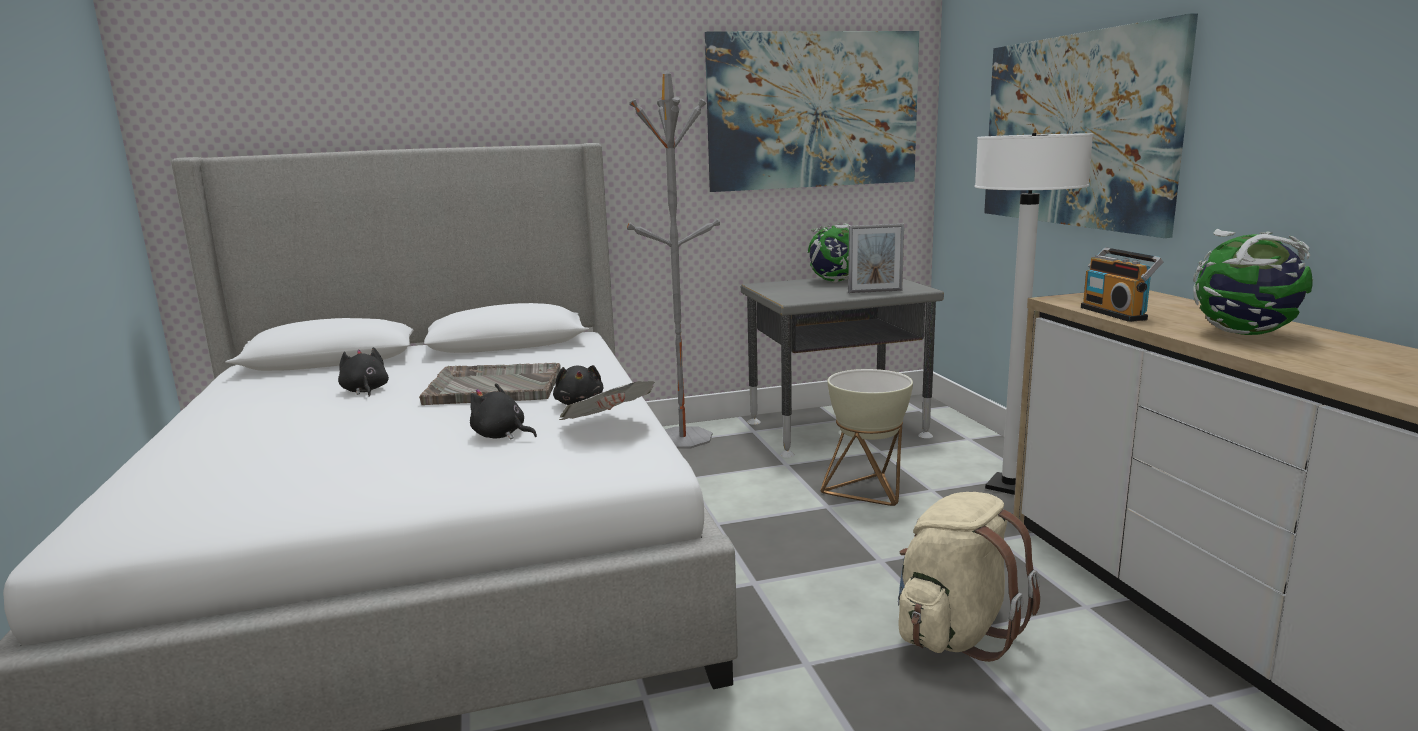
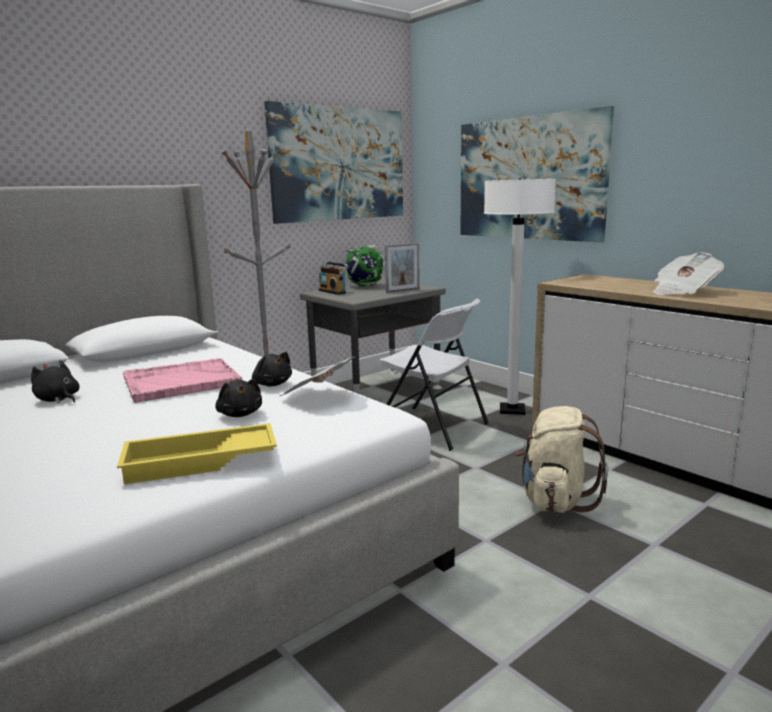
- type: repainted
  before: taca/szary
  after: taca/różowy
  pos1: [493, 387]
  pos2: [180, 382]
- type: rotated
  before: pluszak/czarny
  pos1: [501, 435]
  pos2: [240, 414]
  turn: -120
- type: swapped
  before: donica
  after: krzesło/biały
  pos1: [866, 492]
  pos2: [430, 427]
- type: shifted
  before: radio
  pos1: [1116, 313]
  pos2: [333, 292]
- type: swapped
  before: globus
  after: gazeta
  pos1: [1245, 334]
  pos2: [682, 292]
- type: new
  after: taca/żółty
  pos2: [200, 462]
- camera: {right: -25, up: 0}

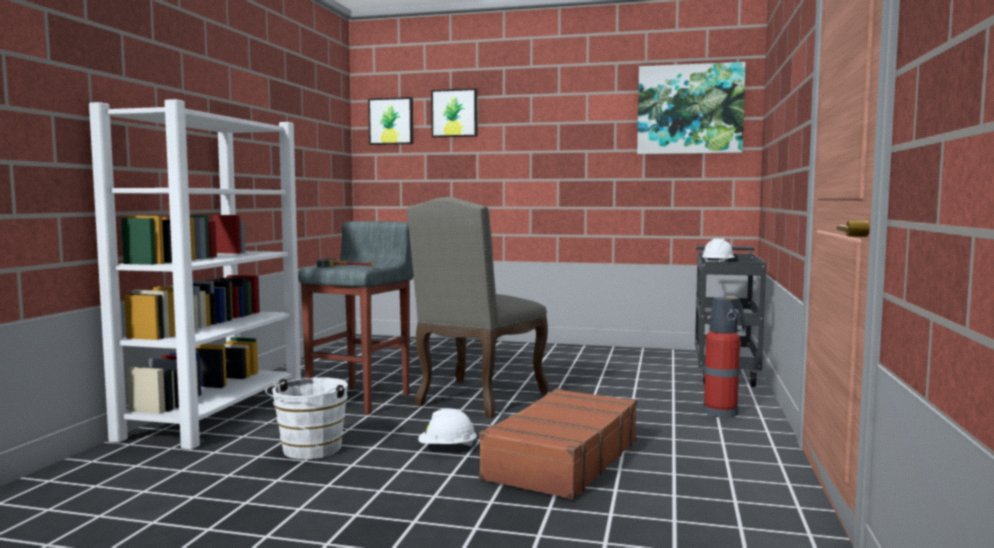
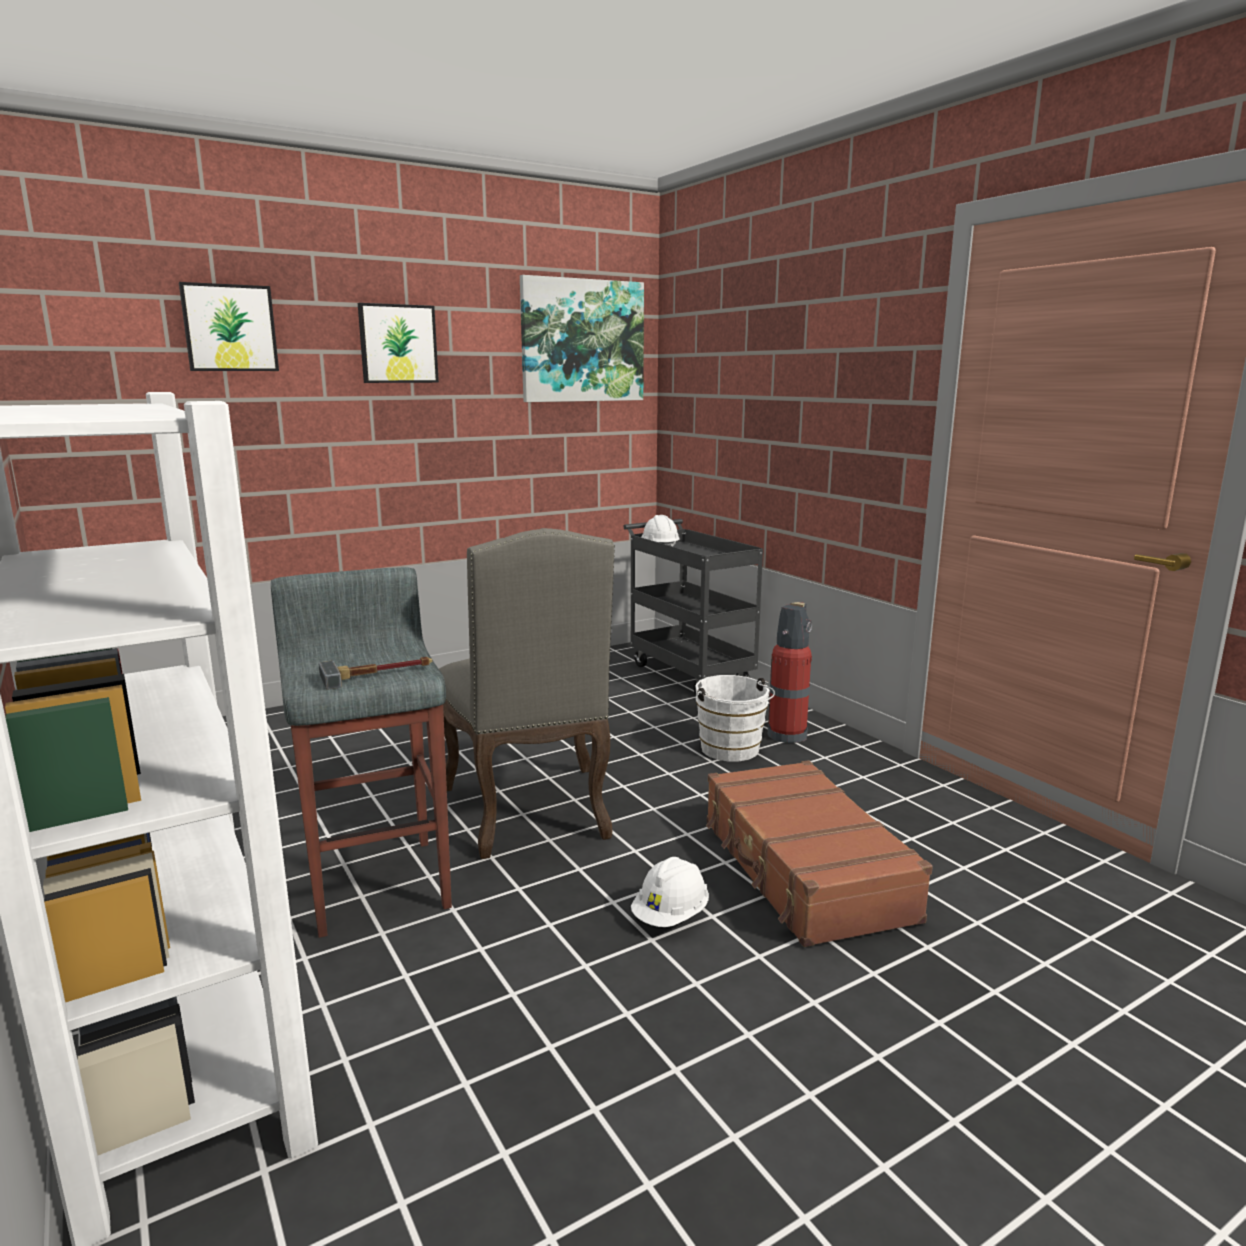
- type: shifted
  before: wiadro/biały
  pos1: [308, 450]
  pos2: [732, 751]
- type: shifted
  before: obraz
  pos1: [391, 121]
  pos2: [398, 344]
- camera: {right: -45, up: 10}

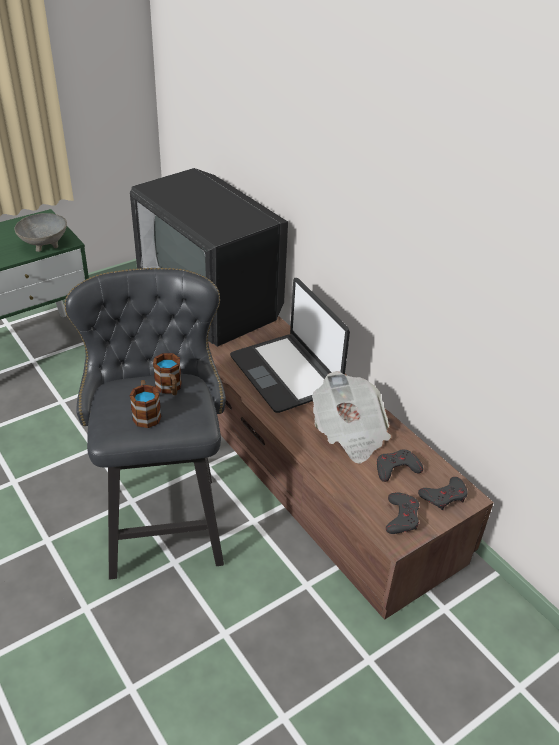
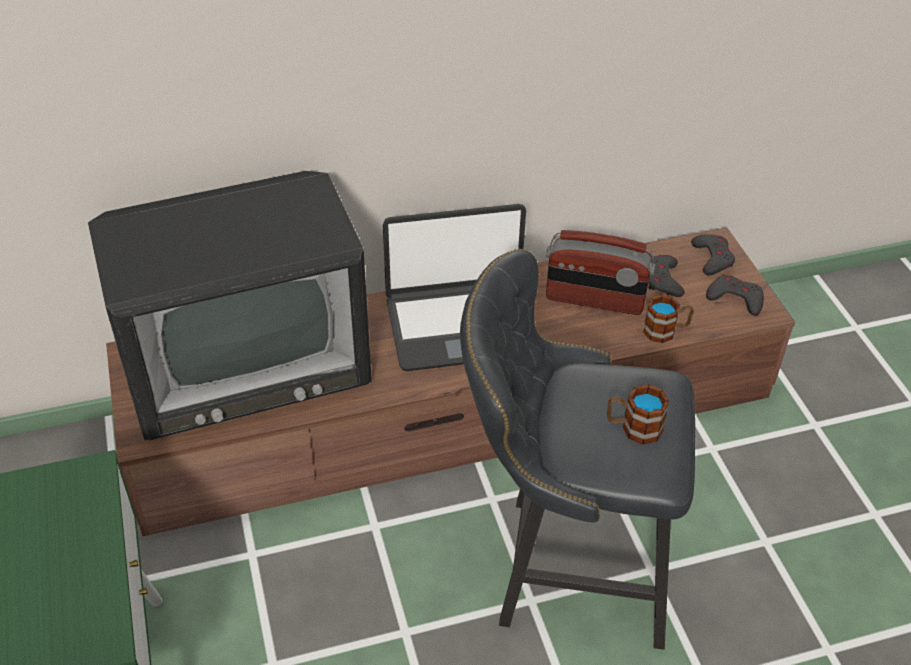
- type: gone
  before: miska/szary
  pos1: [44, 244]
- type: shifted
  before: kubek
  pos1: [170, 388]
  pos2: [666, 331]
- type: swapped
  before: gazeta
  after: radio
  pos1: [349, 433]
  pos2: [594, 300]
- camera: {right: -70, up: 5}

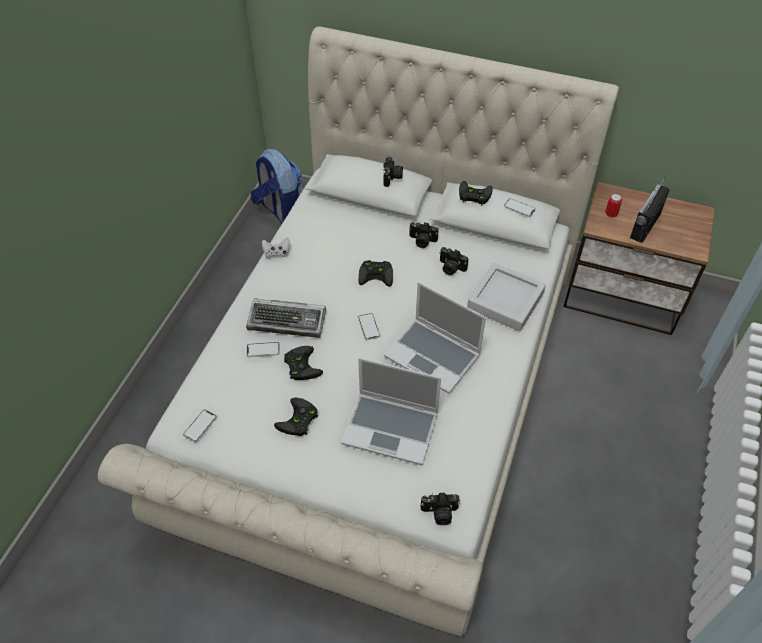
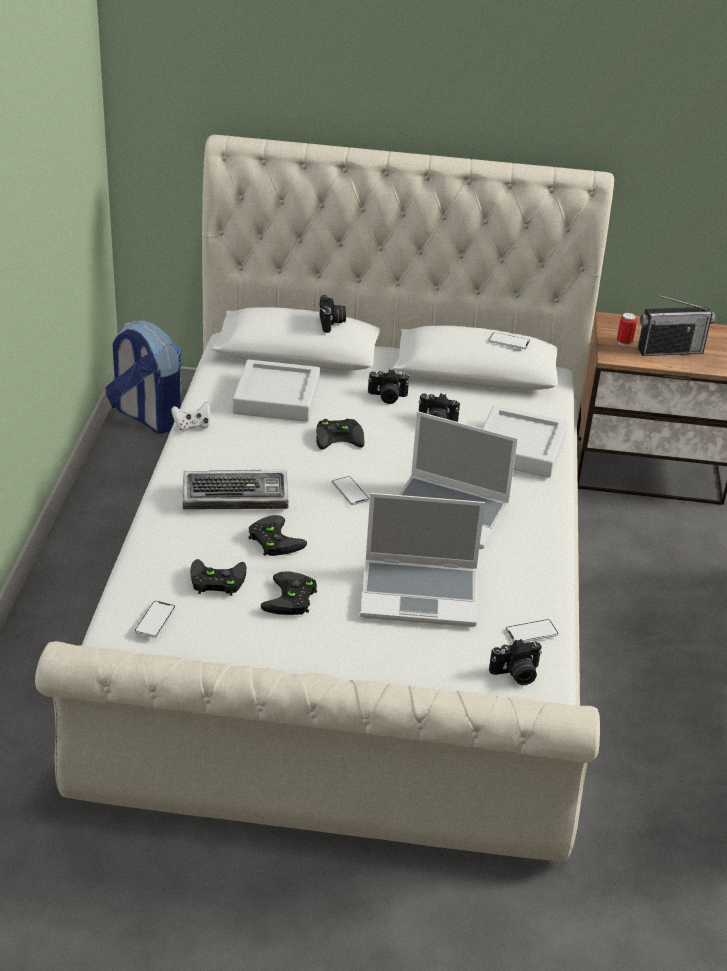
- type: shifted
  before: telefon
  pos1: [263, 350]
  pos2: [531, 632]
- type: shifted
  before: pad do gier/czarny
  pos1: [473, 195]
  pos2: [215, 581]
- type: rotated
  before: radio
  pos1: [645, 226]
  pos2: [670, 350]
  turn: -120
- type: new
  after: taca/szary
  pos2: [276, 398]
- camera: {right: -15, up: -15}

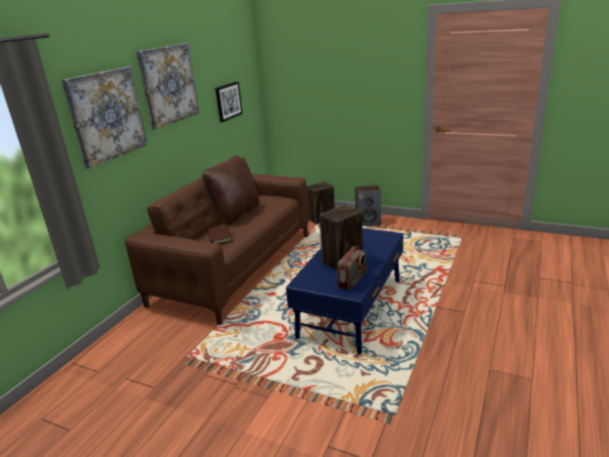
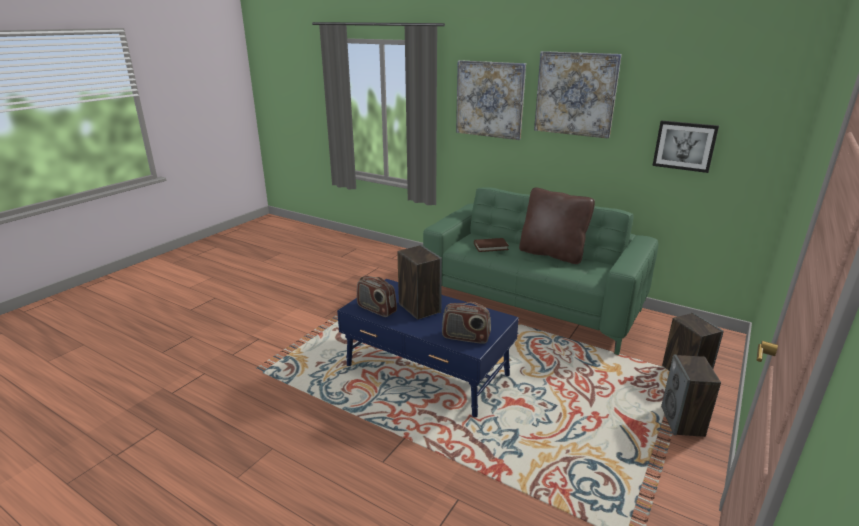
- type: repainted
  before: kanapa/brązowy
  after: kanapa/zielony
  pos1: [235, 267]
  pos2: [532, 304]
- type: new
  after: radio
  pos2: [465, 337]
- camera: {right: 95, up: 0}

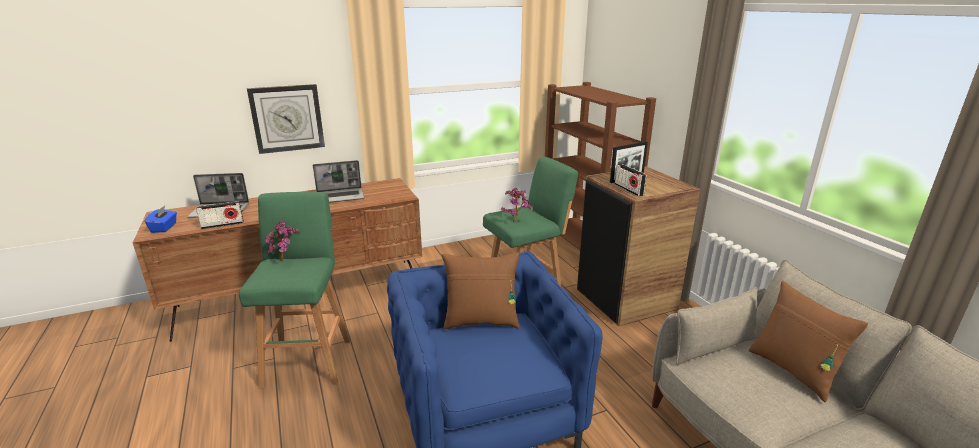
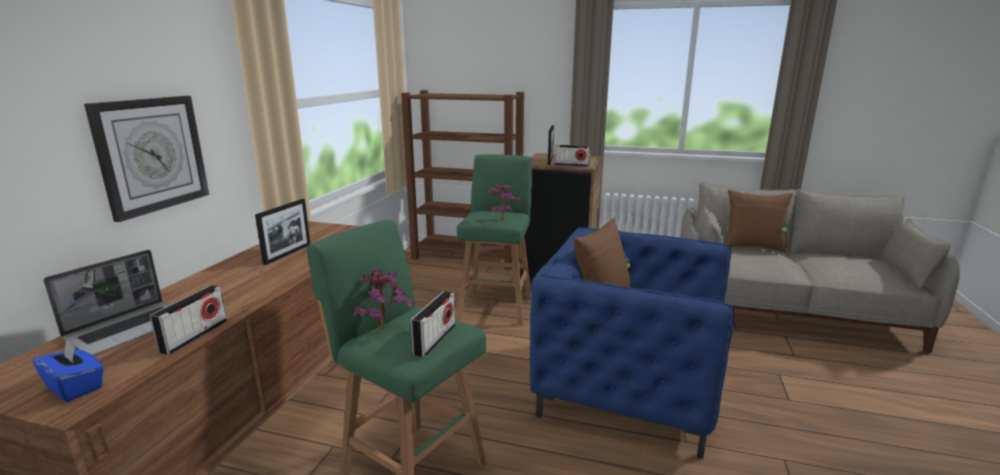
- type: swapped
  before: laptop
  after: ramka na zdjęcie
  pos1: [341, 196]
  pos2: [287, 254]
- type: new
  after: radio
  pos2: [435, 339]
- camera: {right: -50, up: -5}

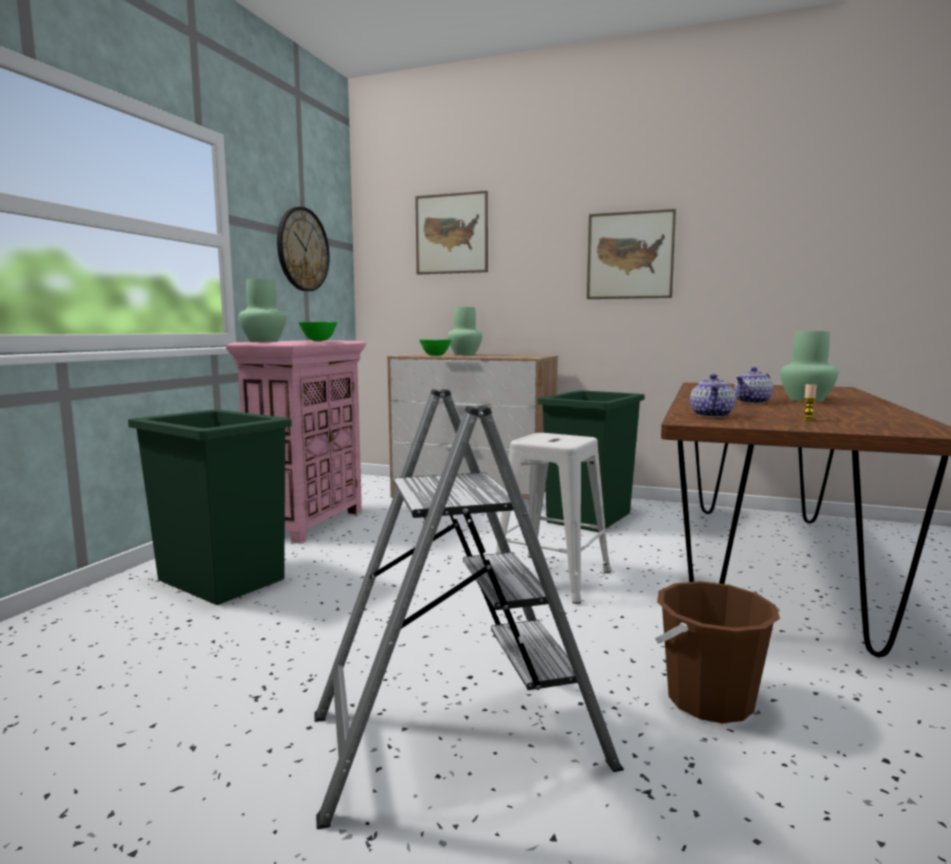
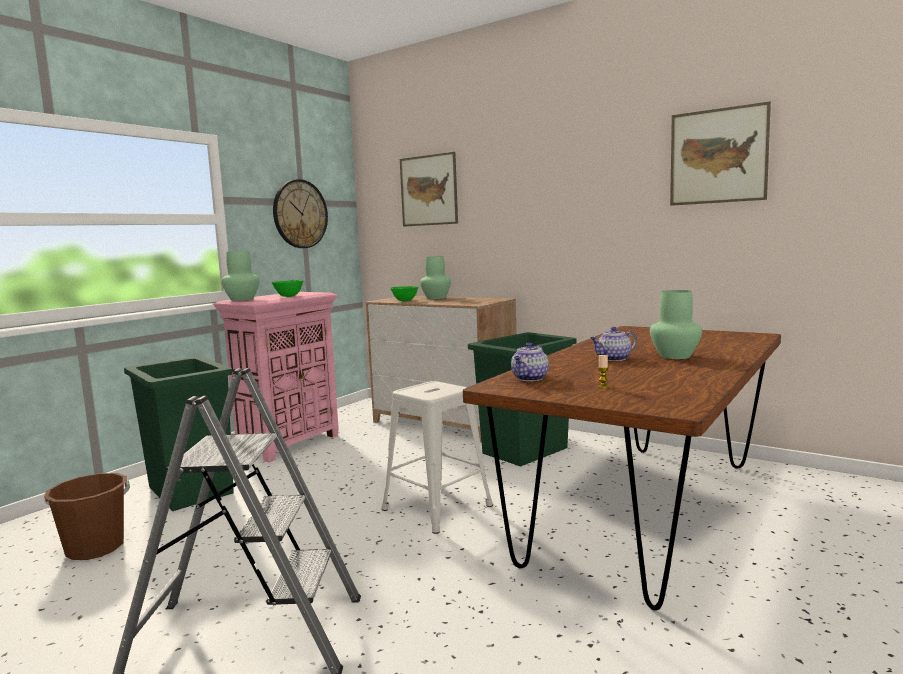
- type: shifted
  before: obraz
  pos1: [630, 255]
  pos2: [718, 156]
- type: shifted
  before: wiadro/brązowy
  pos1: [709, 700]
  pos2: [95, 548]
- camera: {right: 15, up: 0}

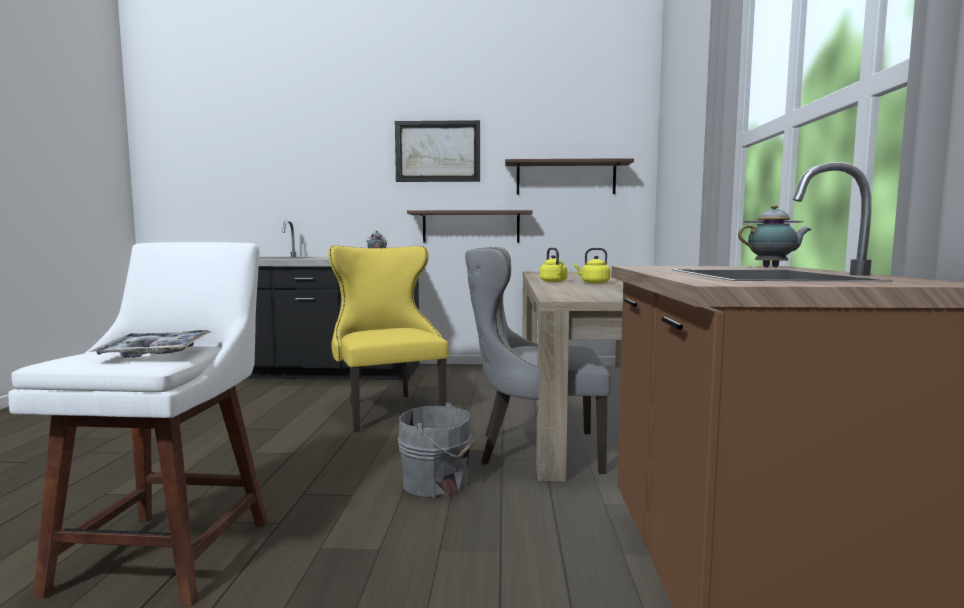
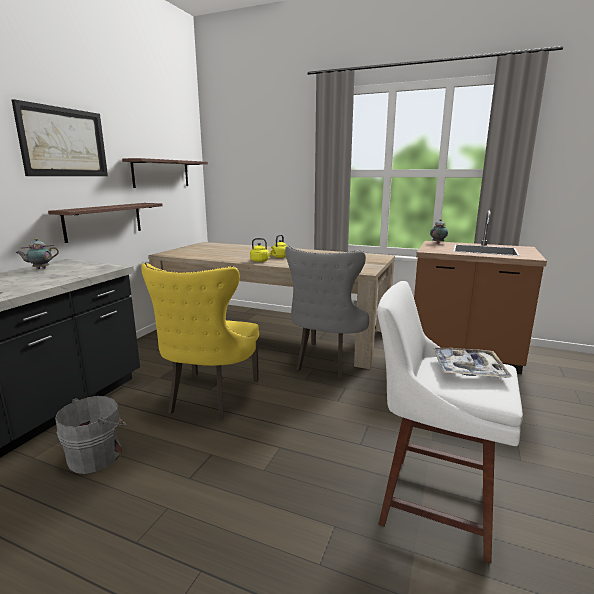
- type: rotated
  before: krzesło/żółty
  pos1: [388, 409]
  pos2: [210, 396]
  turn: -75
- type: shifted
  before: wiadro/szary
  pos1: [438, 483]
  pos2: [97, 455]
- camera: {right: -70, up: 10}

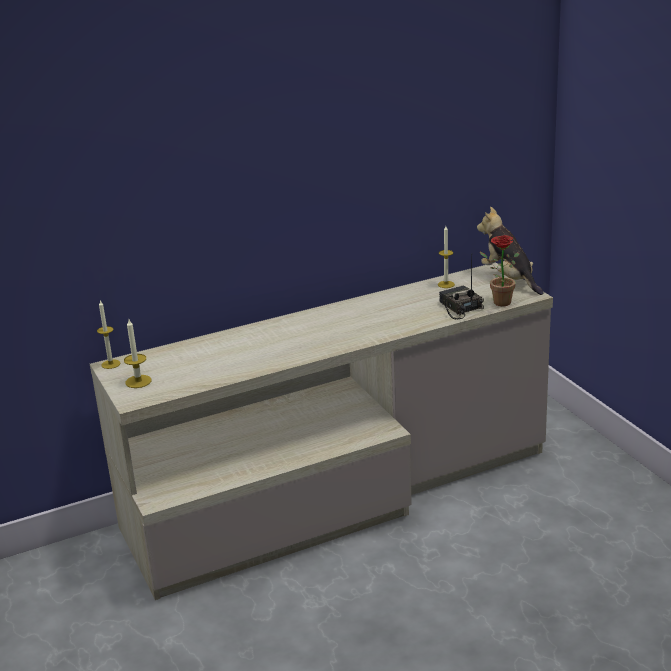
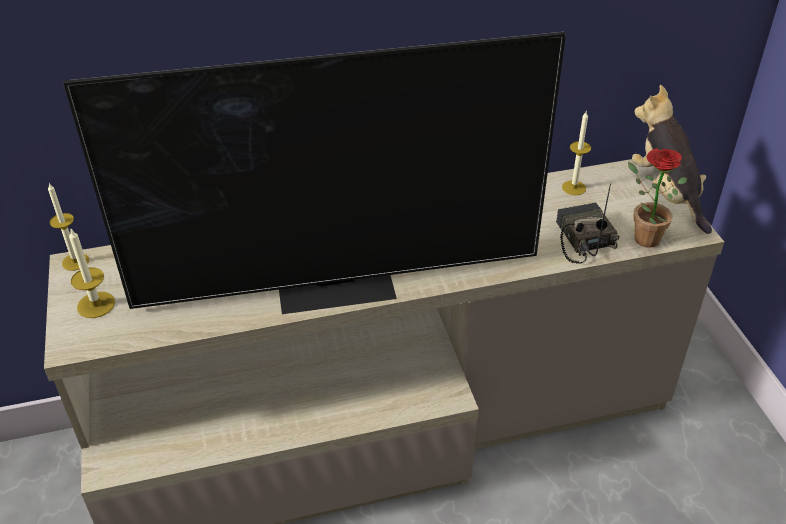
- type: new
  after: telewizor
  pos2: [338, 284]
- camera: {right: 10, up: 15}

